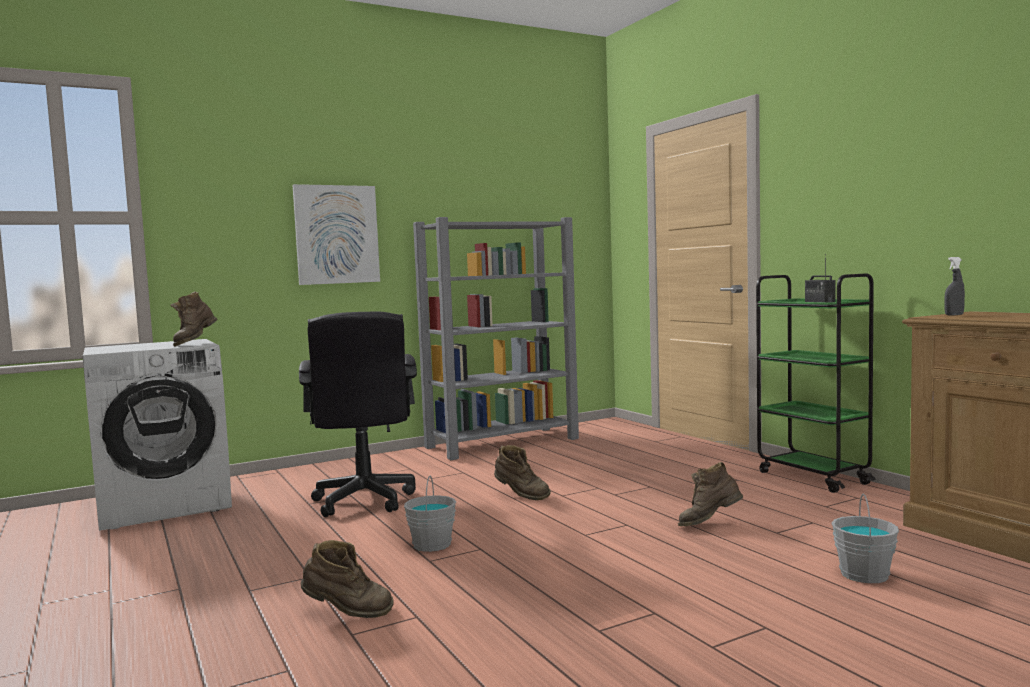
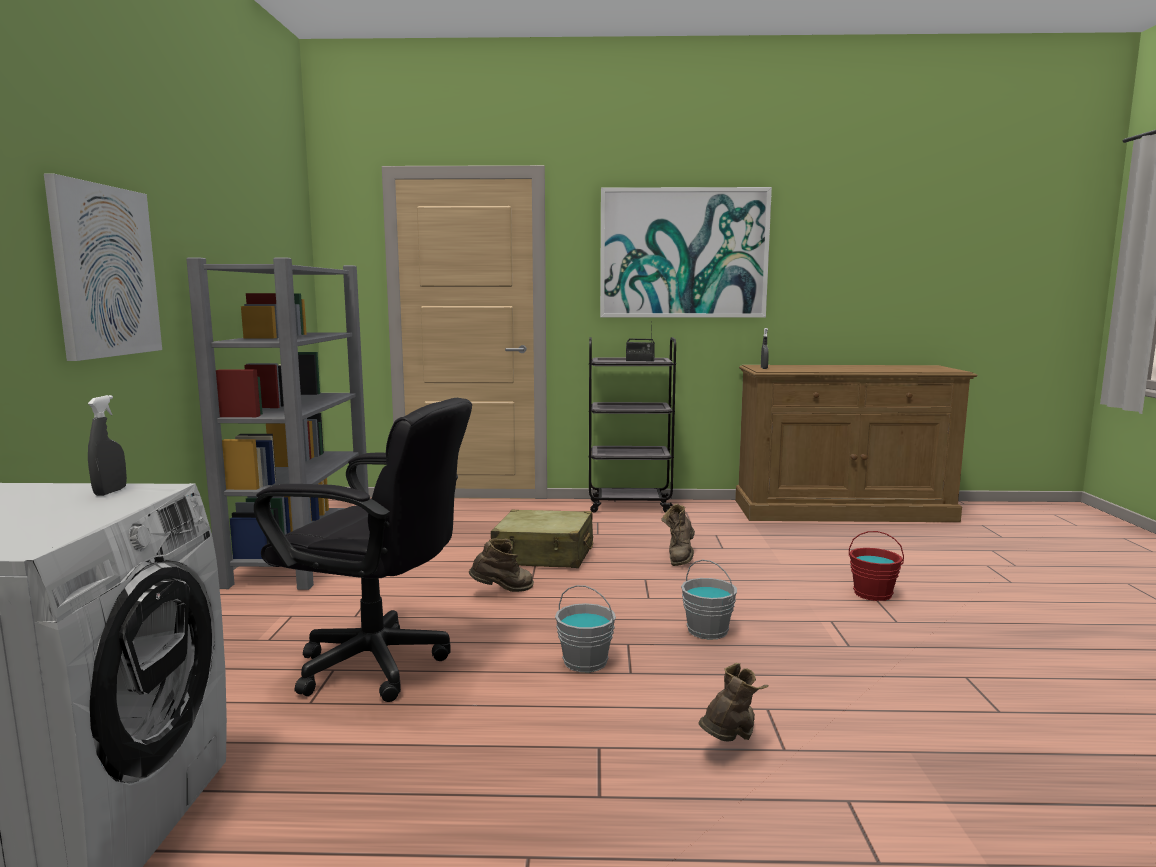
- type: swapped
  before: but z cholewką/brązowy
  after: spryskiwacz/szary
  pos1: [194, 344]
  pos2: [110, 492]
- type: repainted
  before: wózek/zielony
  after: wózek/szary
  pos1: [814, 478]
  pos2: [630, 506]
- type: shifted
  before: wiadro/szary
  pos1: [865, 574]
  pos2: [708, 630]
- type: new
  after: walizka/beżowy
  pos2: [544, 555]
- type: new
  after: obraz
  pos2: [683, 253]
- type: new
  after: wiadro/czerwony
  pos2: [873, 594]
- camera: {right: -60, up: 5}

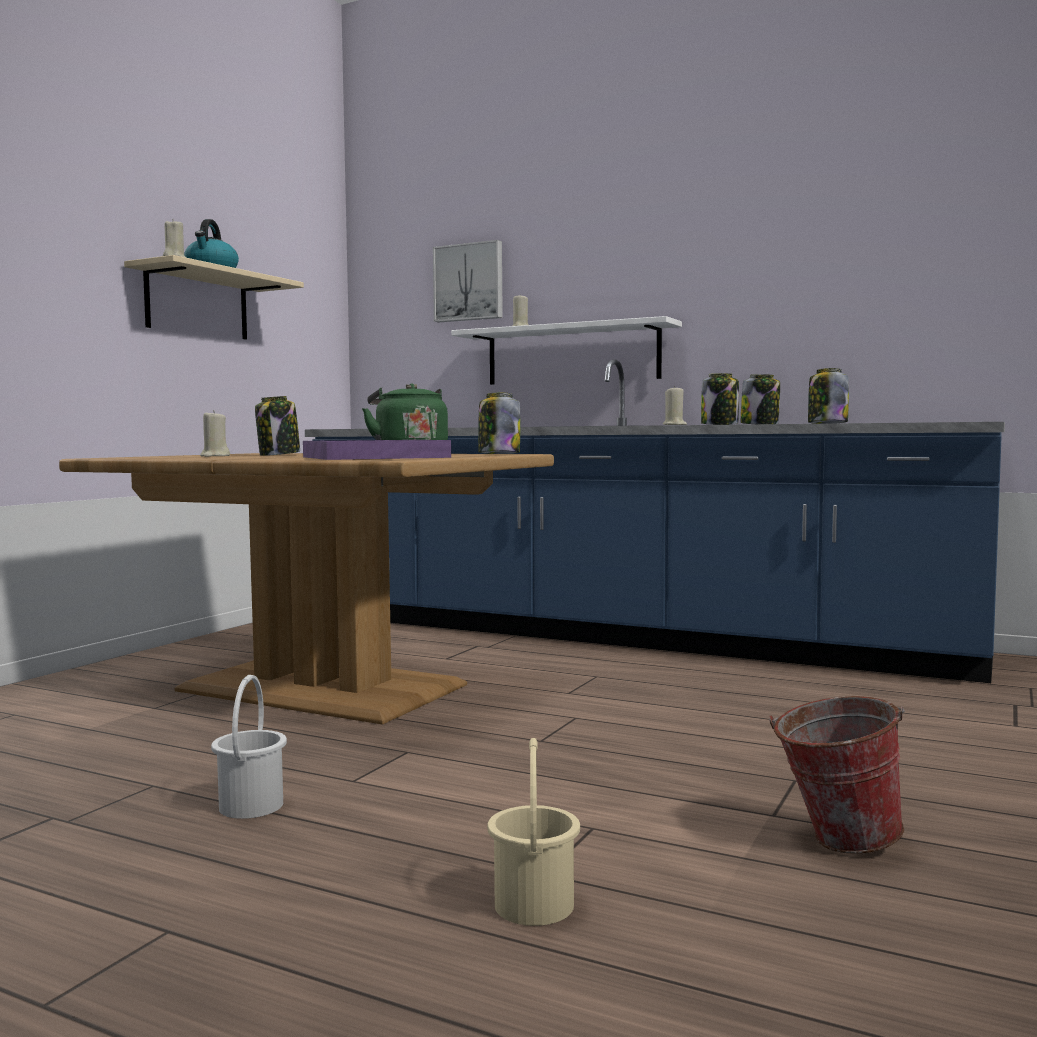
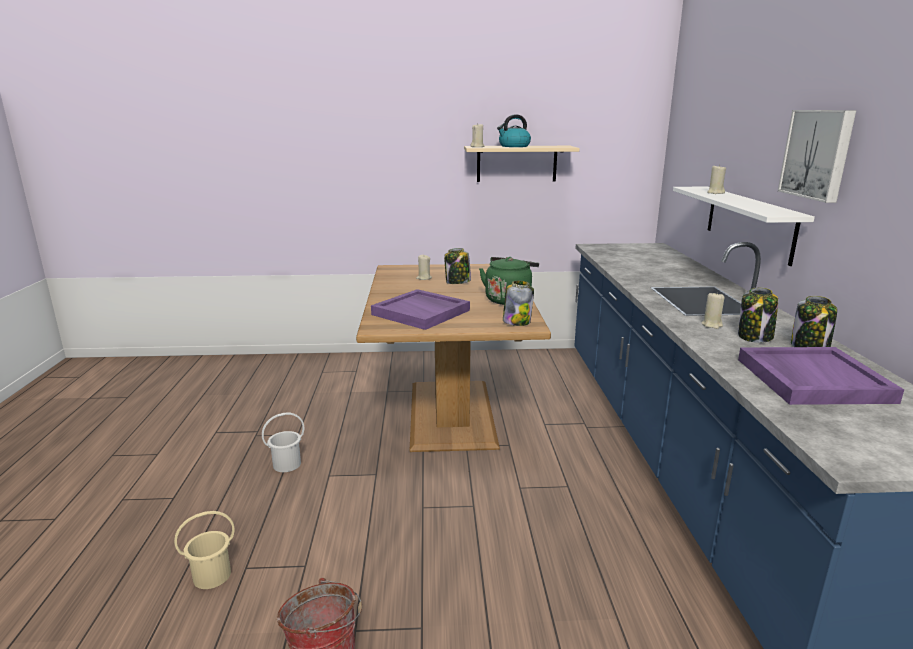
- type: shifted
  before: obraz
  pos1: [469, 282]
  pos2: [818, 154]
- type: swapped
  before: słoik
  after: taca/fioletowy
  pos1: [827, 423]
  pos2: [811, 379]
- camera: {right: 60, up: 15}

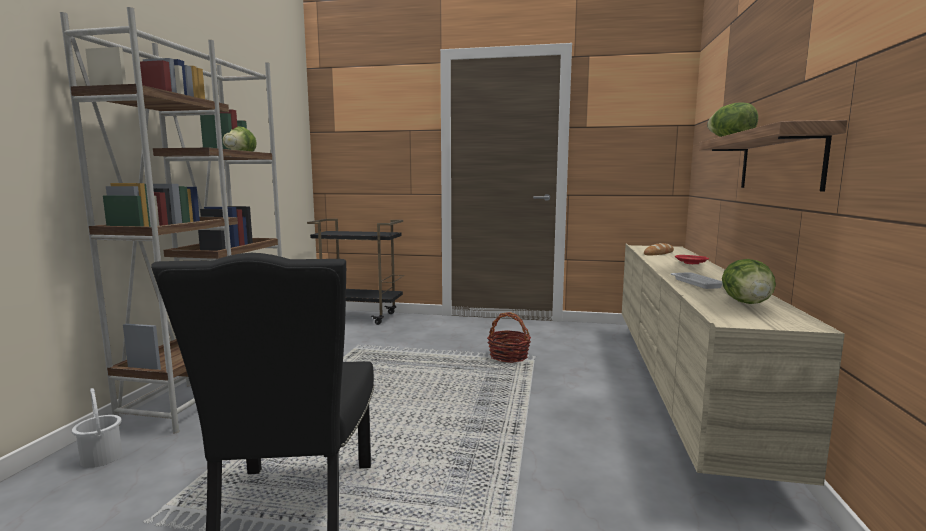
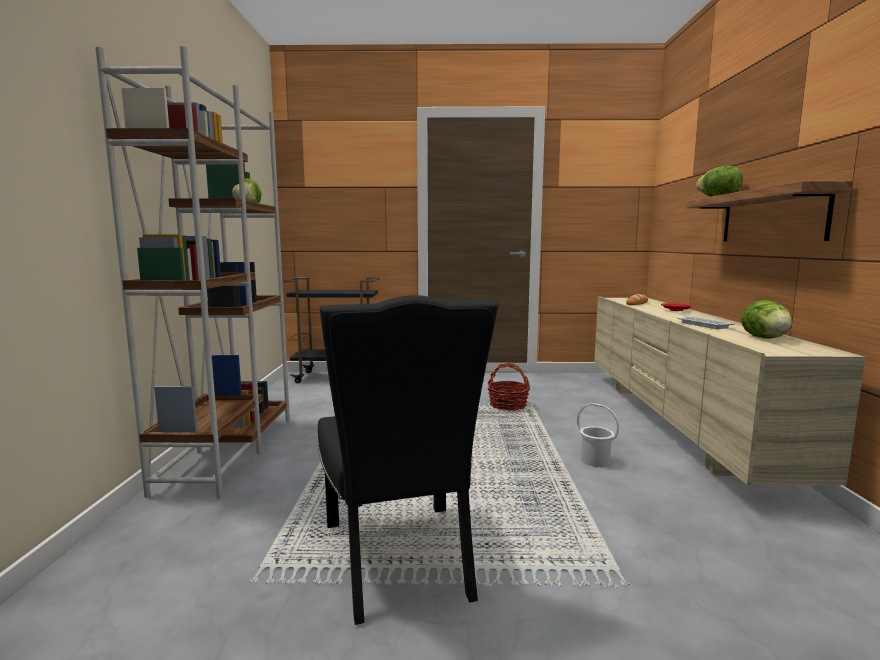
- type: shifted
  before: wiadro/biały
  pos1: [102, 457]
  pos2: [595, 460]
- camera: {right: -10, up: 0}

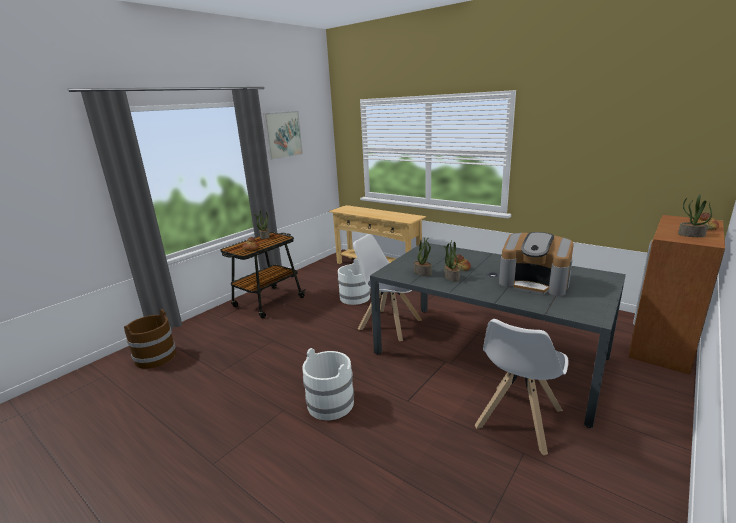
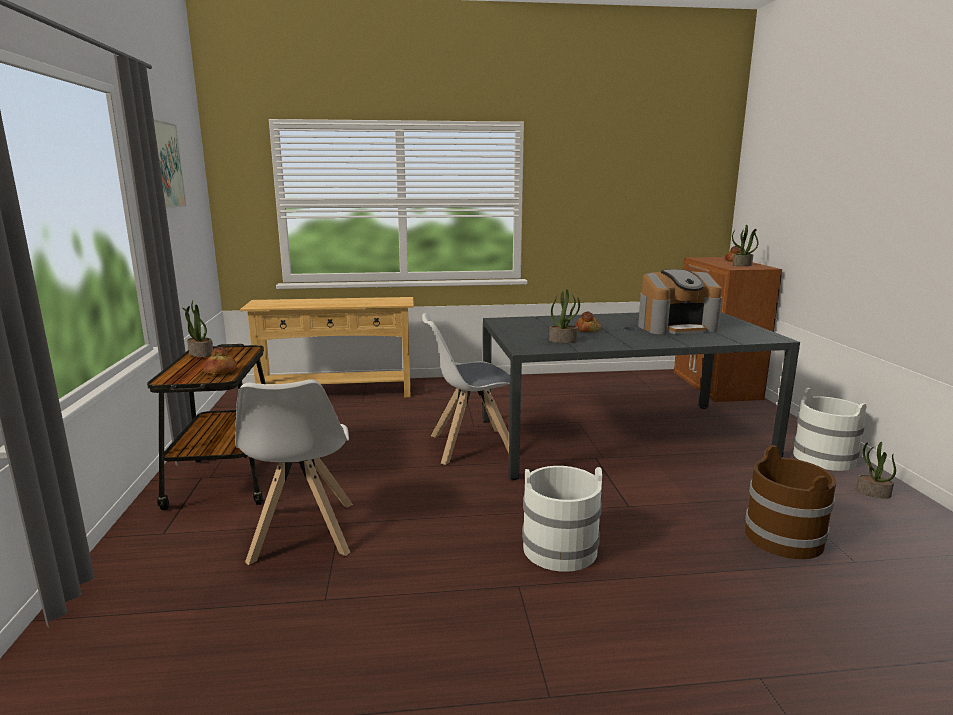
- type: shifted
  before: wiadro/brązowy
  pos1: [155, 357]
  pos2: [783, 537]
- type: shifted
  before: wiadro/biały
  pos1: [354, 297]
  pos2: [823, 458]
- type: shifted
  before: roślina doniczkowa
  pos1: [451, 277]
  pos2: [872, 493]
- type: shifted
  before: krzesło
  pos1: [518, 420]
  pos2: [302, 534]
- camera: {right: -45, up: -5}

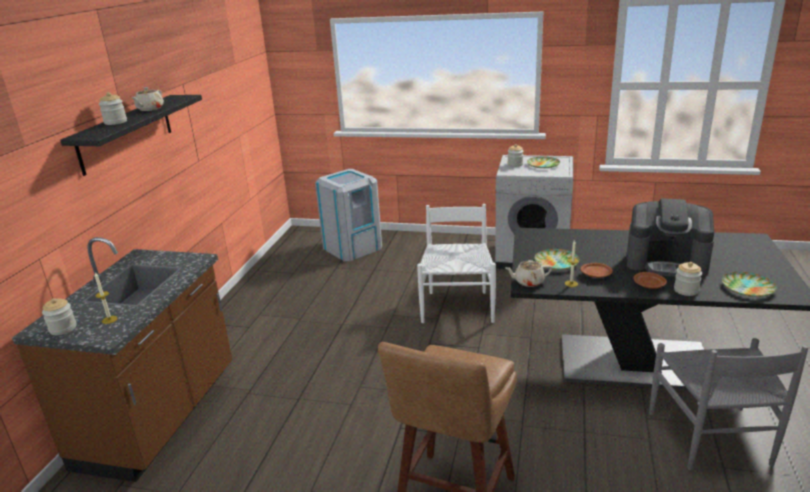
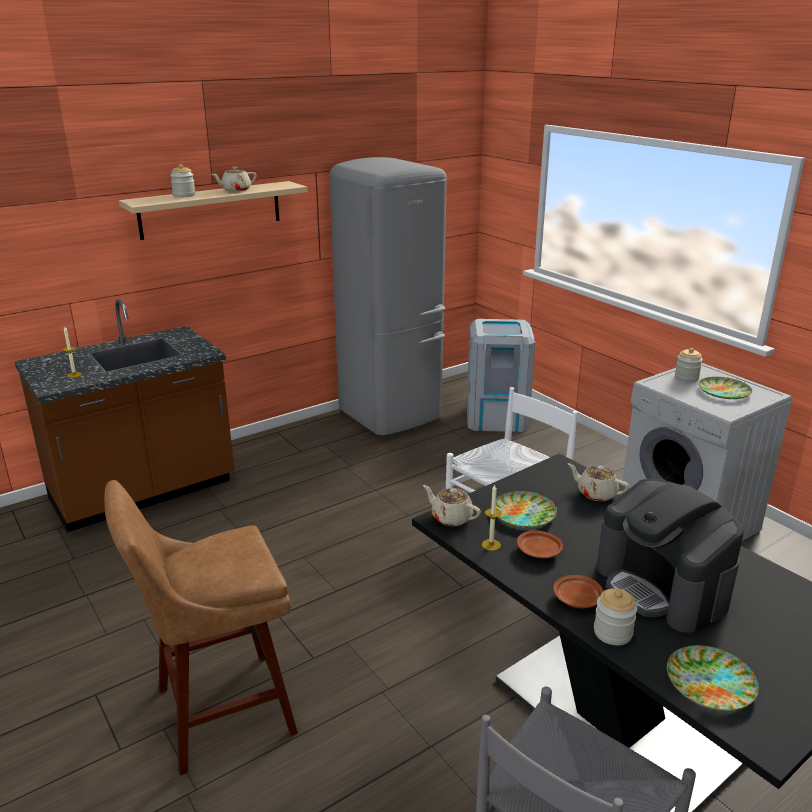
- type: gone
  before: słoik
  pos1: [63, 328]
- type: repainted
  before: półka/czarny
  after: półka/beżowy
  pos1: [126, 133]
  pos2: [210, 210]
- type: new
  after: lodówka/szary
  pos2: [393, 414]
- type: new
  after: imbryk/beżowy
  pos2: [596, 493]
- camera: {right: 40, up: 0}

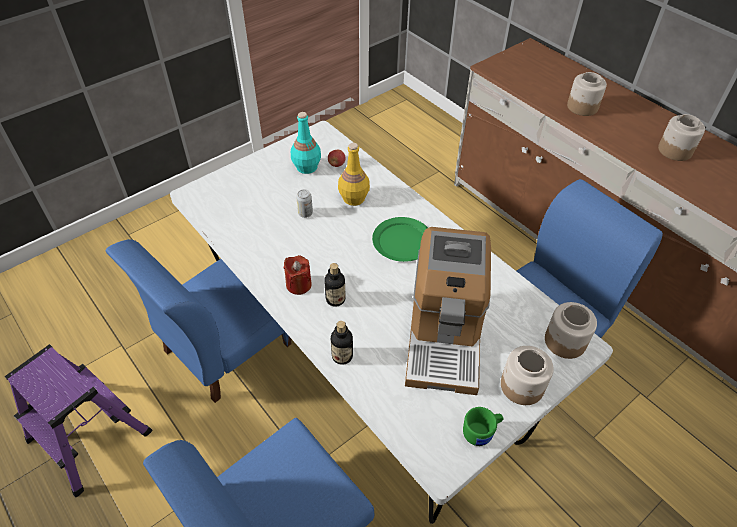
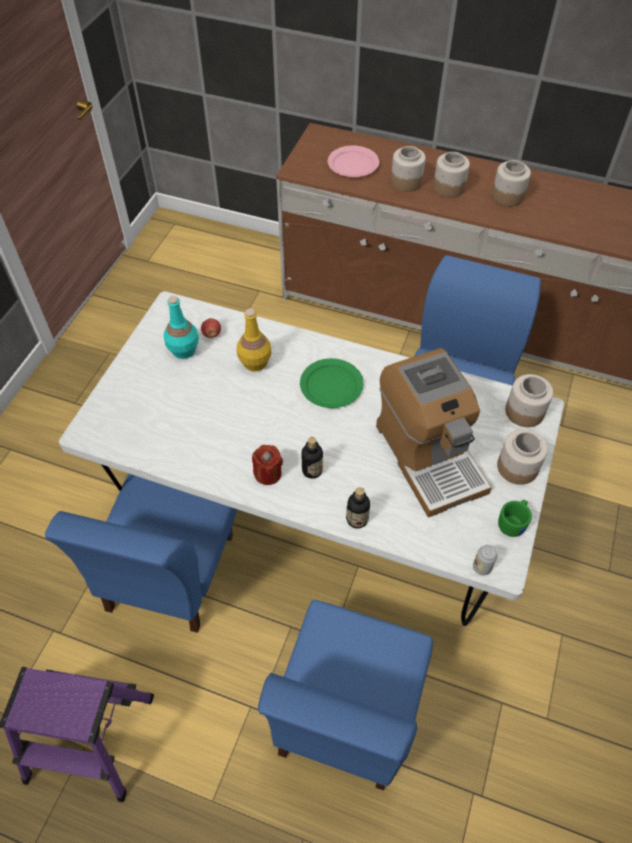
- type: shifted
  before: puszka
  pos1: [305, 213]
  pos2: [481, 567]
- type: new
  after: talerz/różowy
  pos2: [353, 164]
- type: new
  after: słoik
  pos2: [448, 187]
- camera: {right: -30, up: 5}

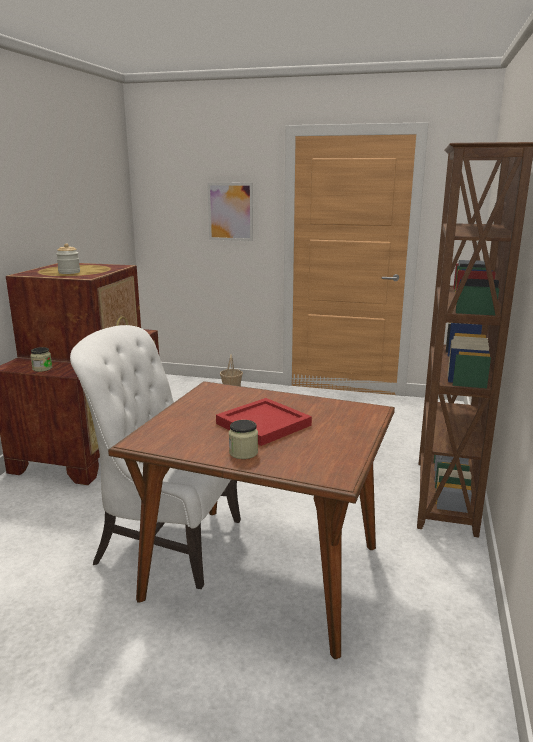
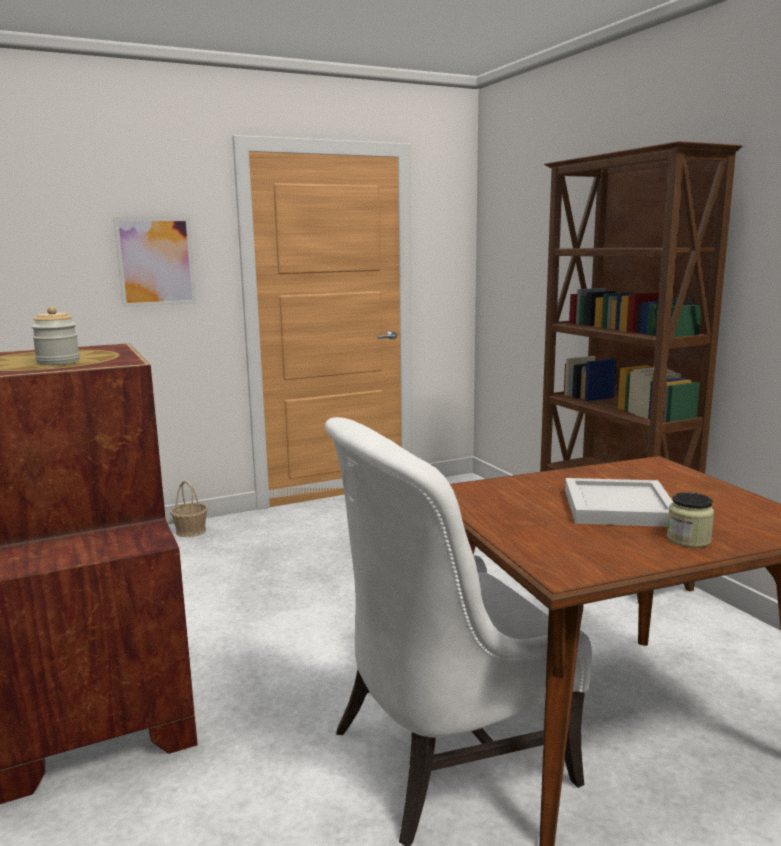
- type: gone
  before: słoik
  pos1: [42, 368]
- type: repainted
  before: taca/czerwony
  after: taca/biały
  pos1: [263, 423]
  pos2: [616, 506]
- camera: {right: -40, up: -5}

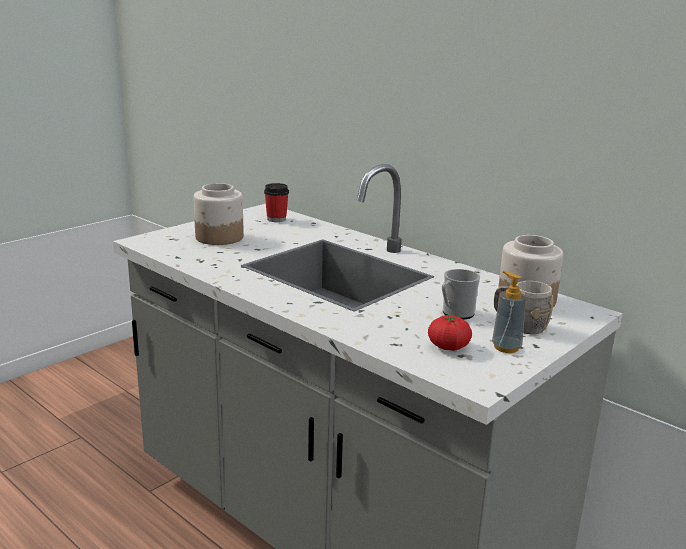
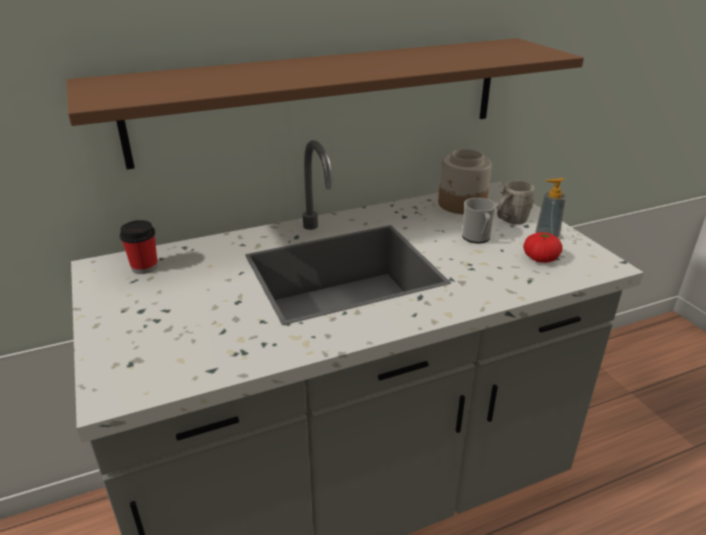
- type: gone
  before: słoik
  pos1: [219, 237]
- type: new
  after: półka/brązowy
  pos2: [323, 99]
- camera: {right: -65, up: 10}

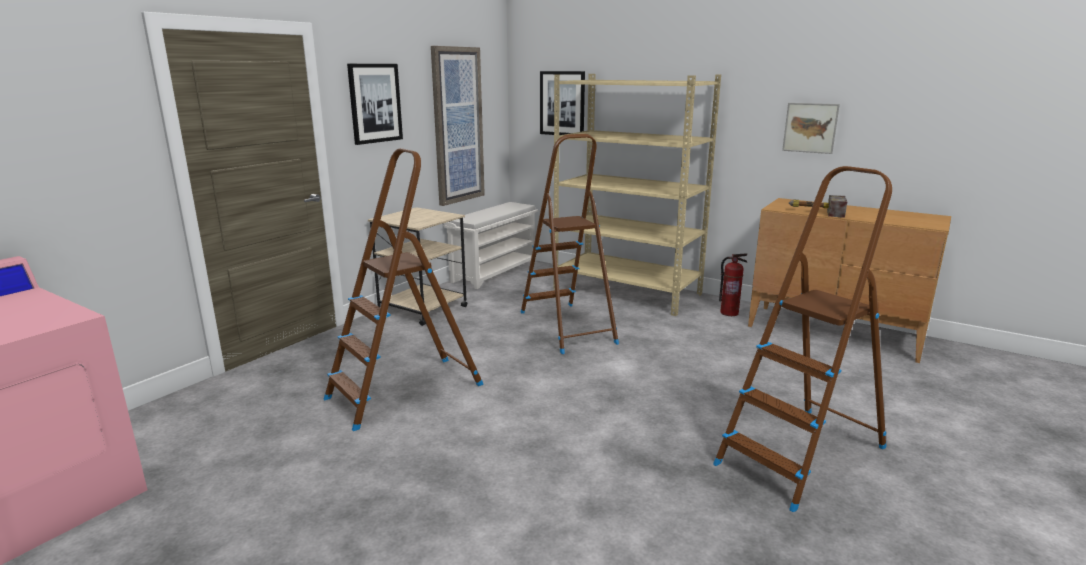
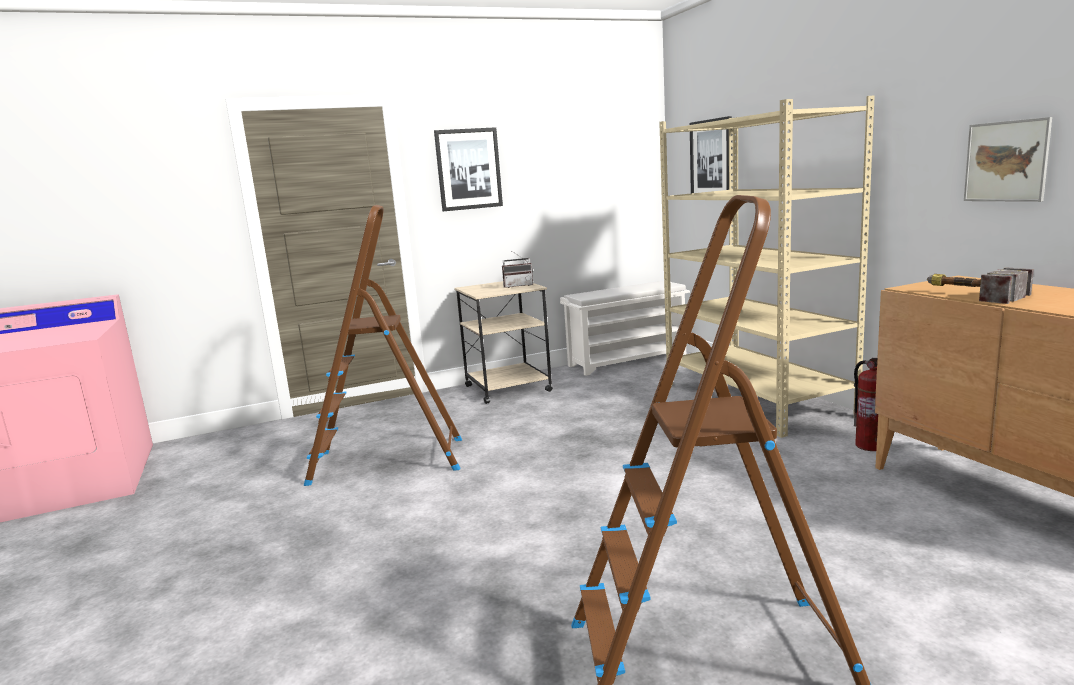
- type: gone
  before: obraz
  pos1: [457, 126]
- type: gone
  before: drabinka/brązowy
  pos1: [566, 326]
- type: new
  after: radio
  pos2: [518, 286]
- camera: {right: 35, up: -5}

